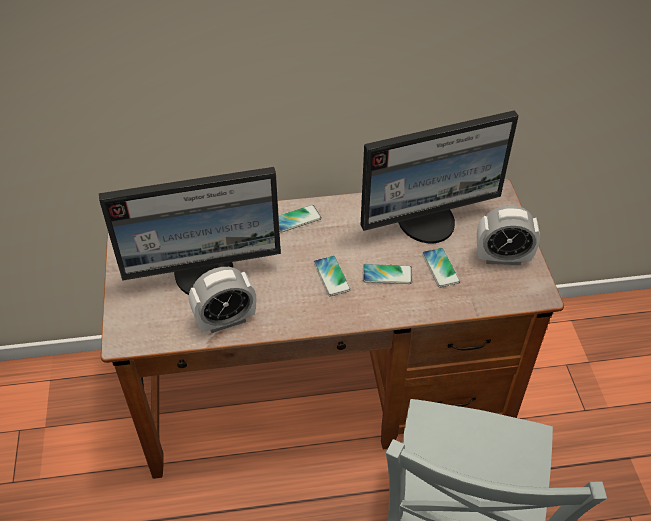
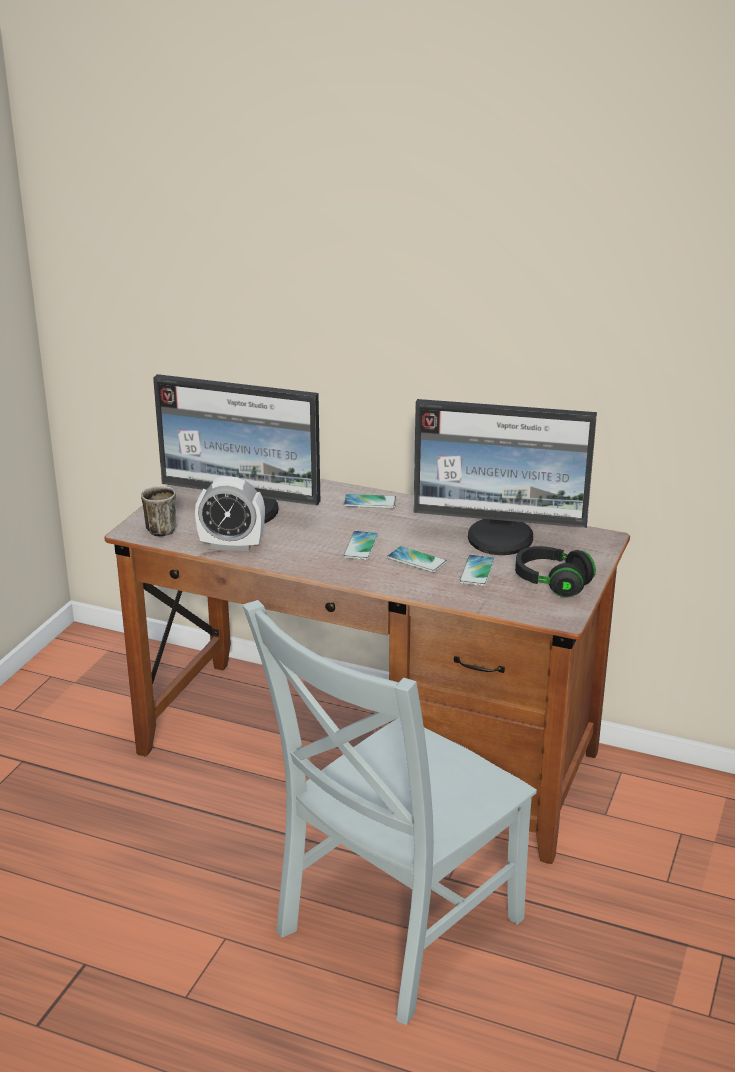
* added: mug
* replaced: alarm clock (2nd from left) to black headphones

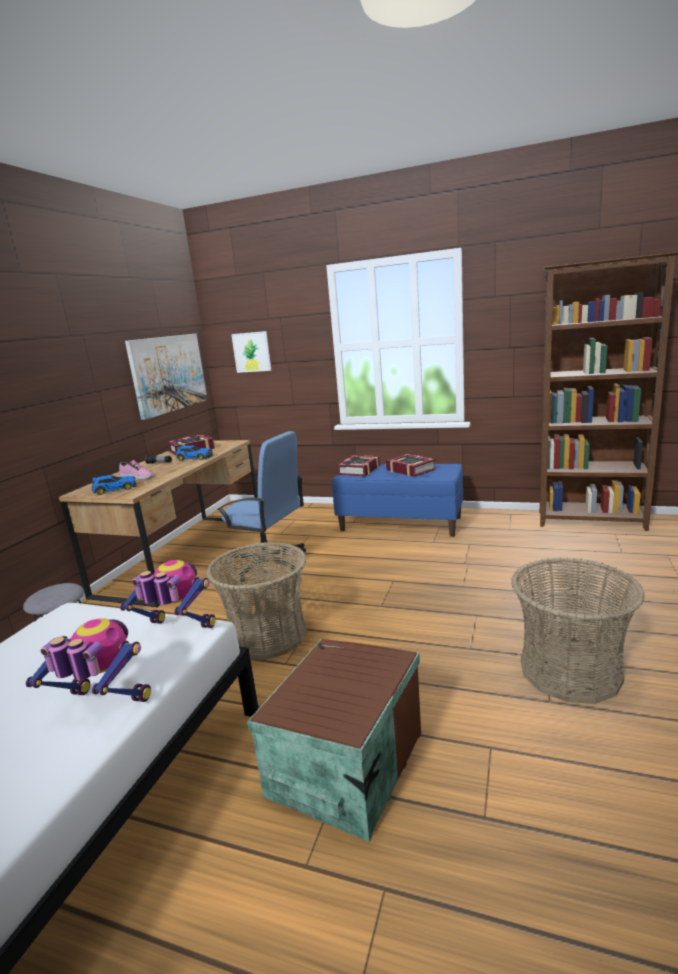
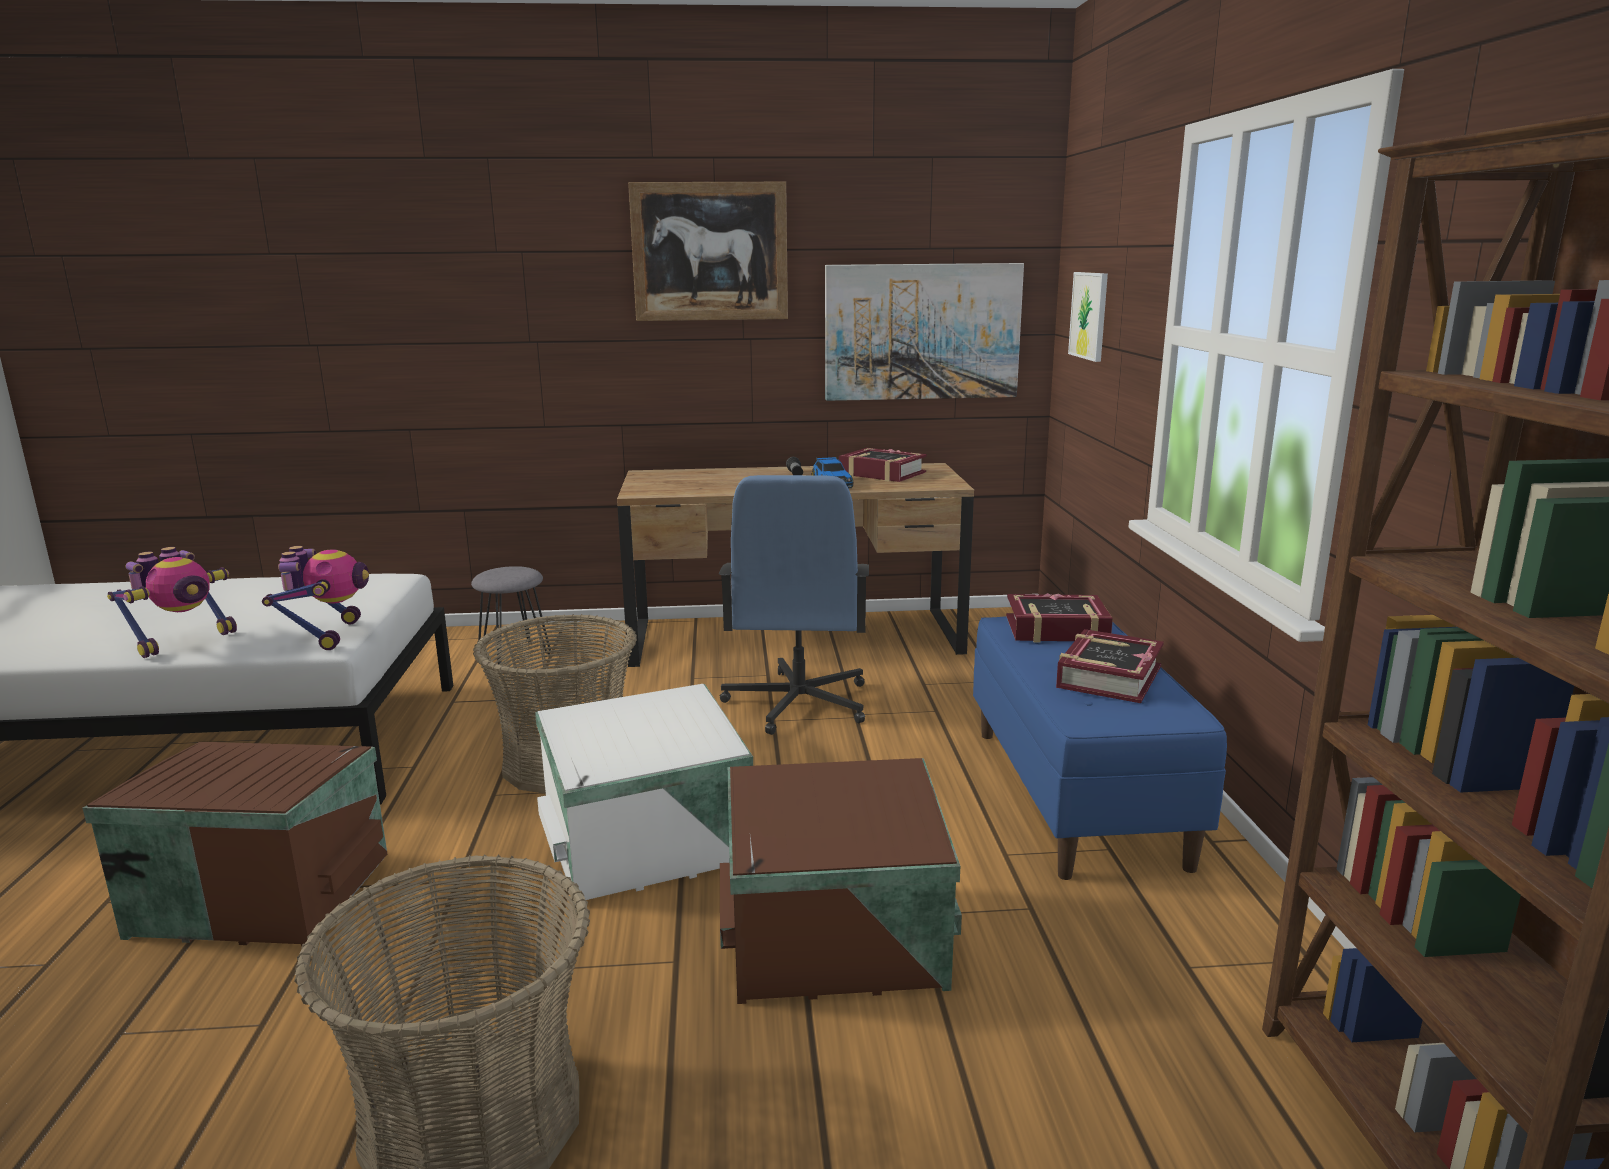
* turned: toy robot (1st from left) 45 degrees clockwise
* added: white storage box
* added: picture (1st from left)
* added: brown storage box (2nd from left)
* removed: toy car (1st from left)
* removed: shoe

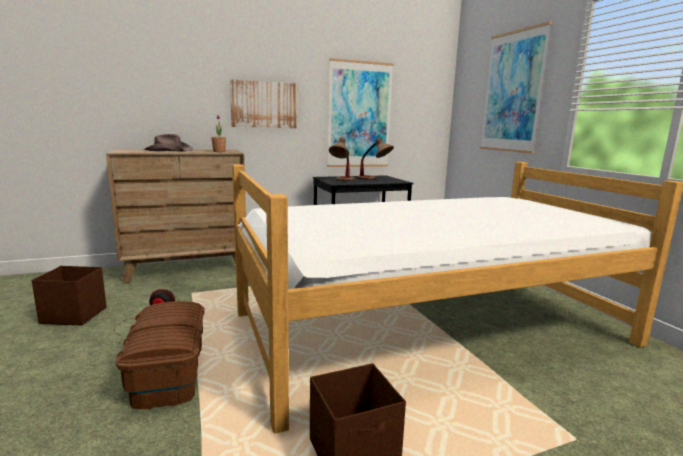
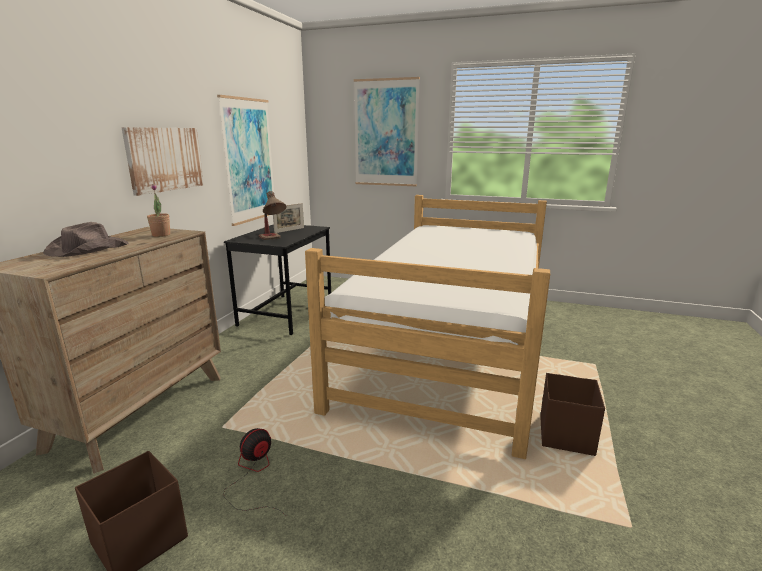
* replaced: table lamp (2nd from left) to picture frame
* removed: brown storage box (2nd from left)

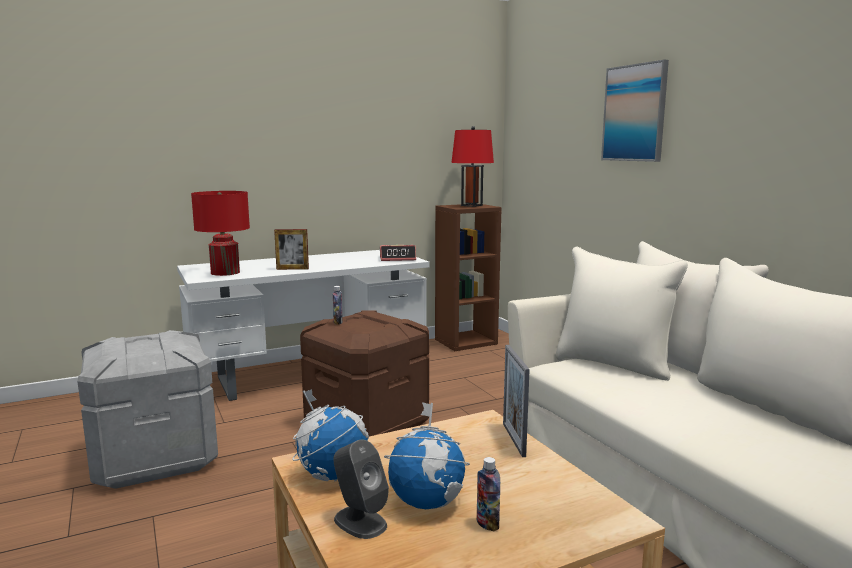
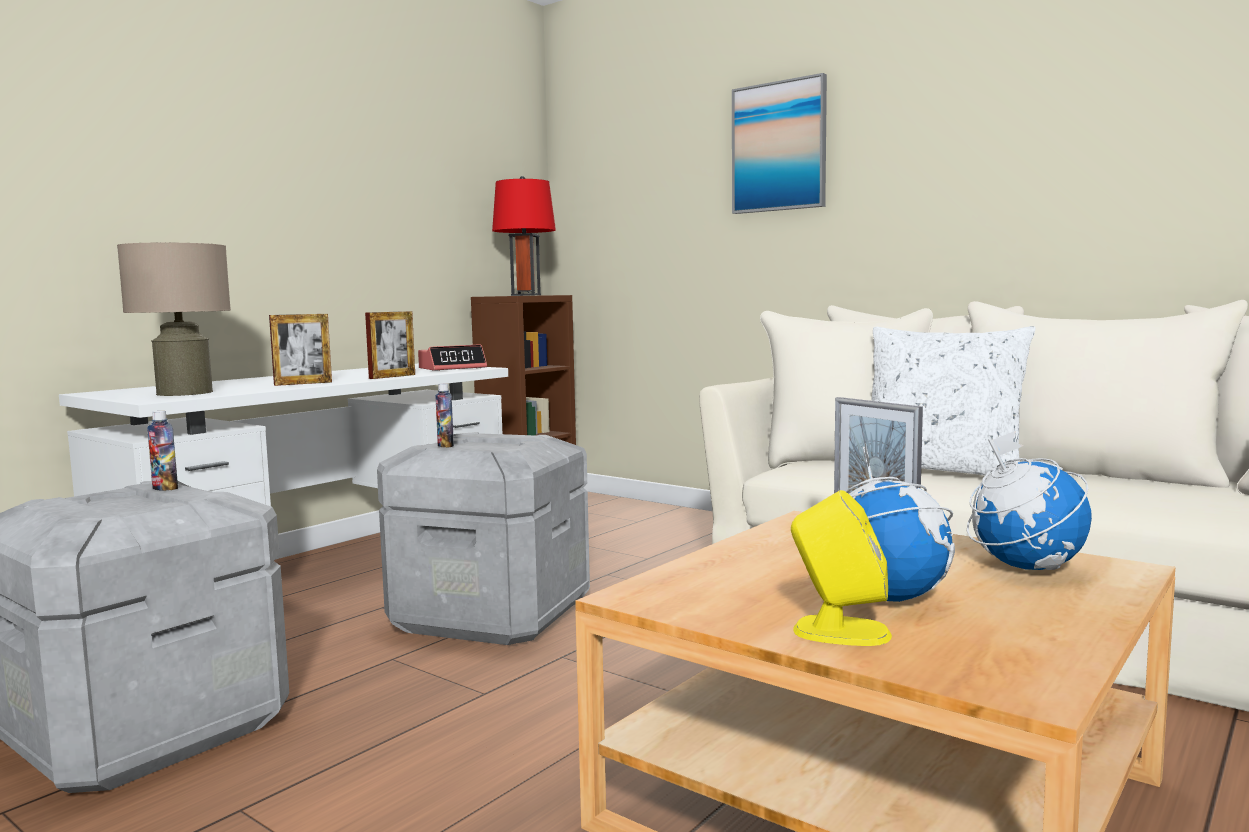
* recoloured: red table lamp (1st from left) to beige table lamp
* moved: bottle (2nd from left in the first image) to bottle (1st from left)
* added: picture frame (2nd from left)
* recoloured: brown storage box to grey storage box (2nd from left)
* recoloured: grey speaker to yellow speaker
* added: white pillow
* moved: globe (1st from left in the first image) to globe (2nd from left)

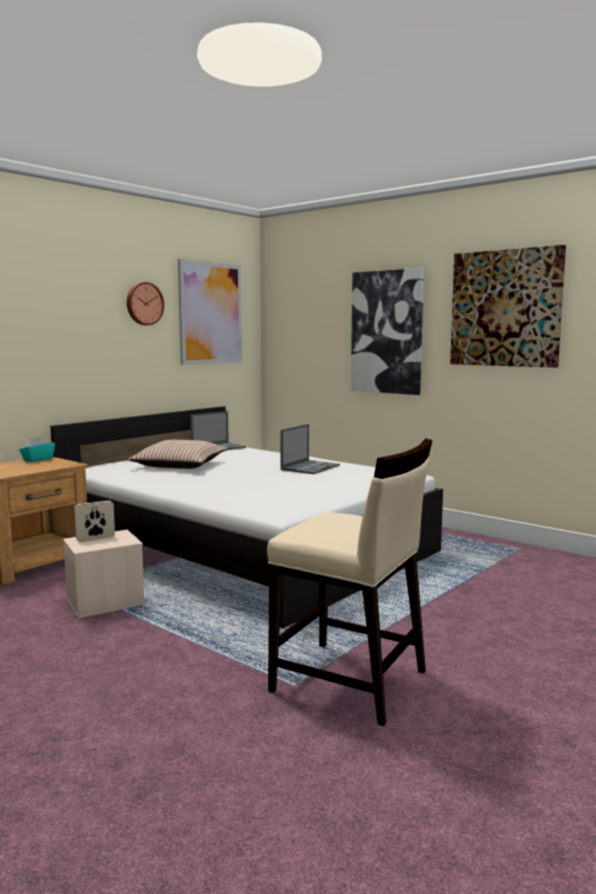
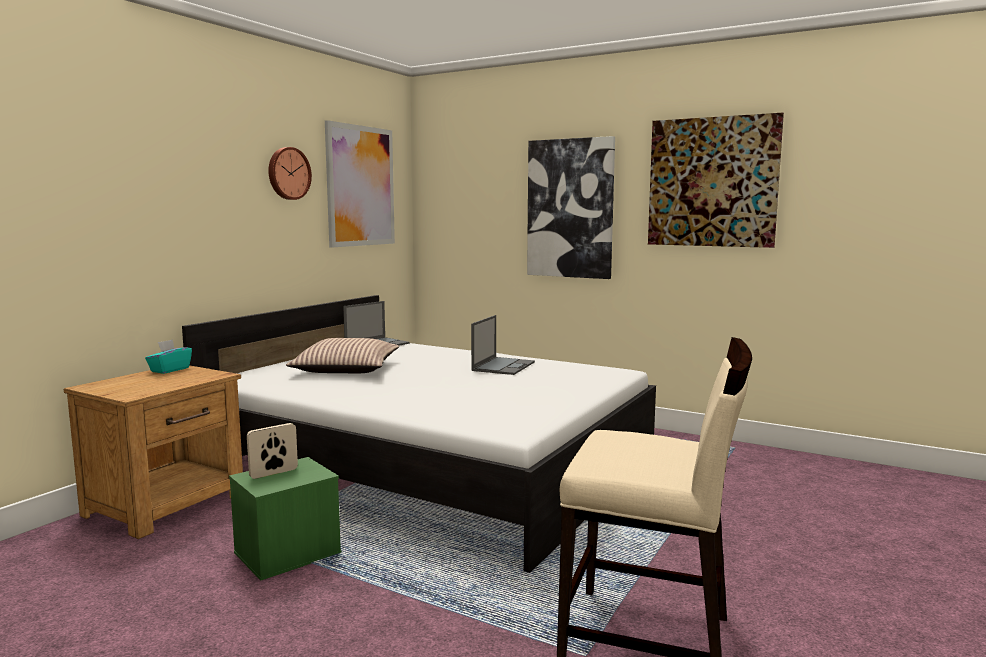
* recoloured: beige storage box to green storage box

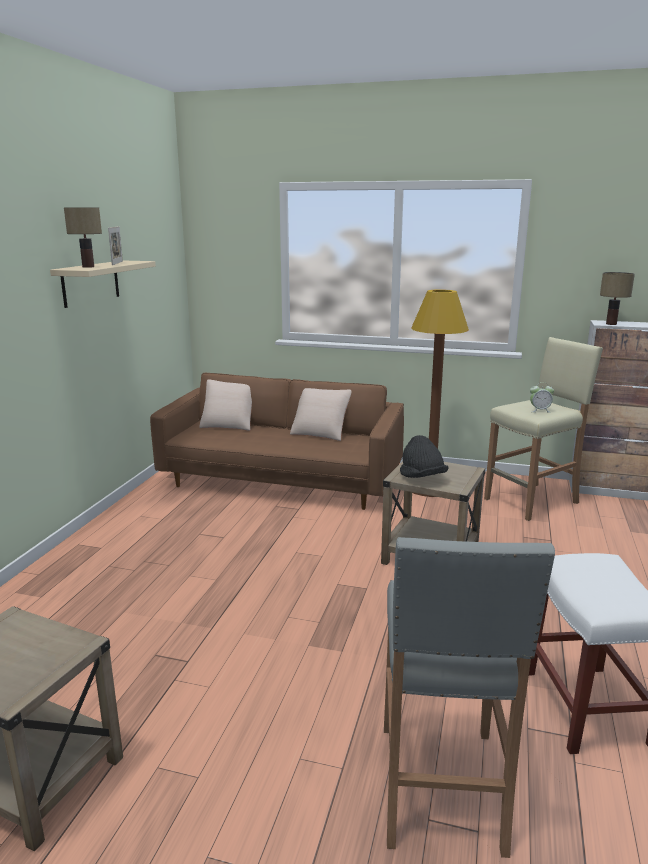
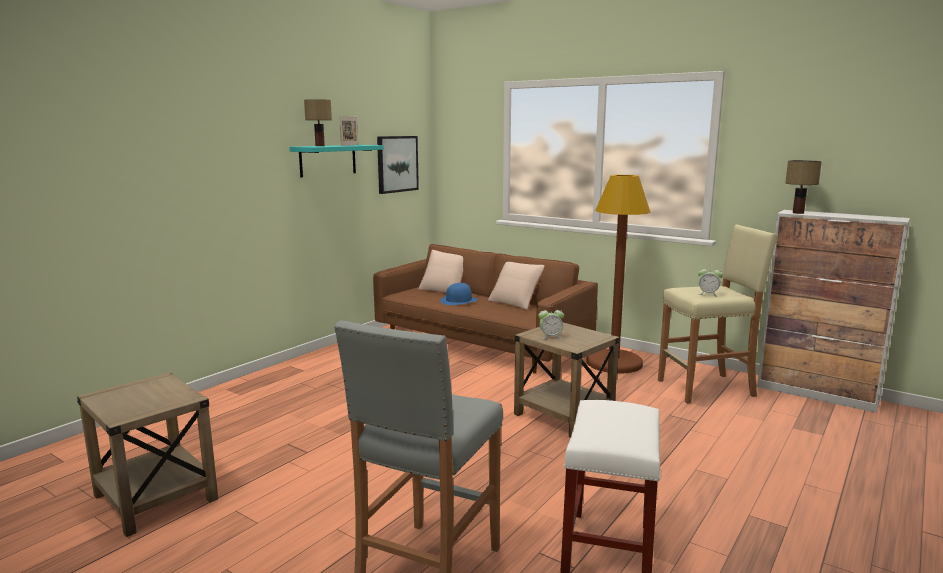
* recoloured: beige shelf to turquoise shelf
* added: picture
* added: blue hat
* replaced: black hat to alarm clock (1st from left)

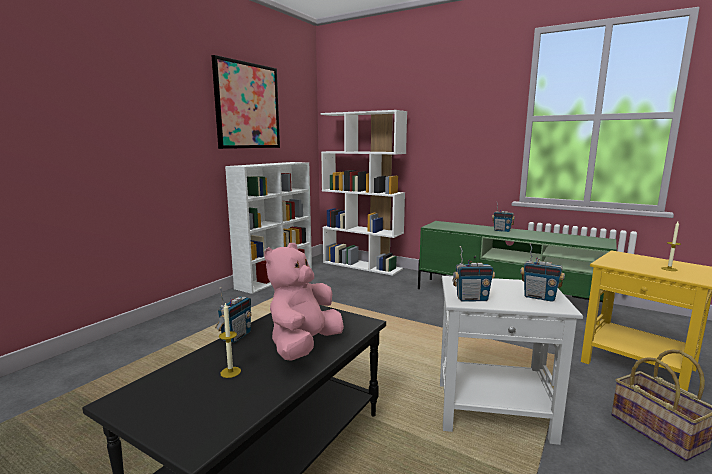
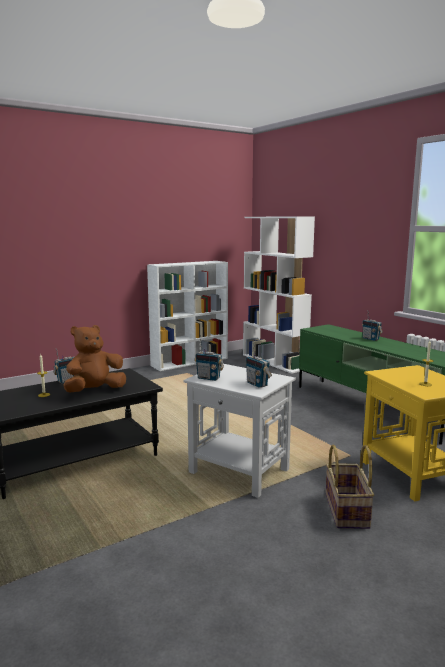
* recoloured: pink plush toy to brown plush toy
* removed: picture

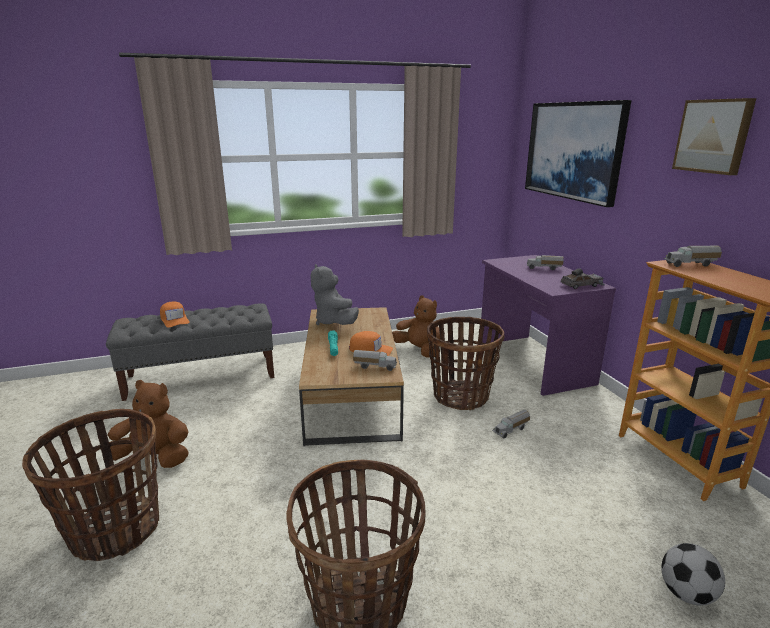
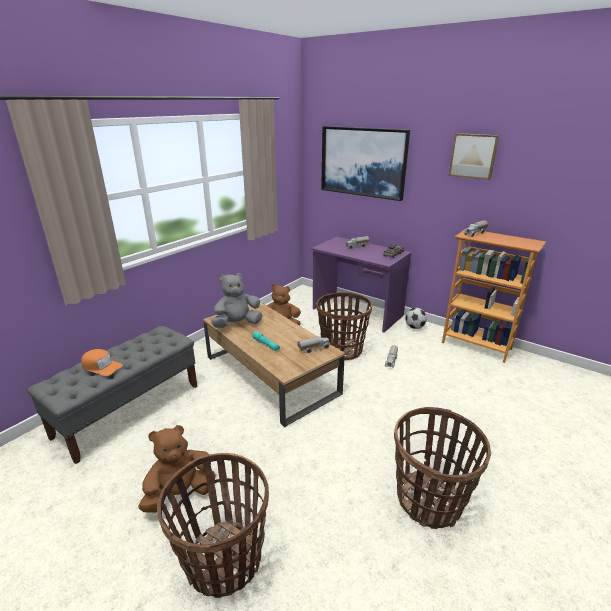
* turned: grey plush toy 120 degrees clockwise
* moved: football
* removed: orange cap (2nd from left)

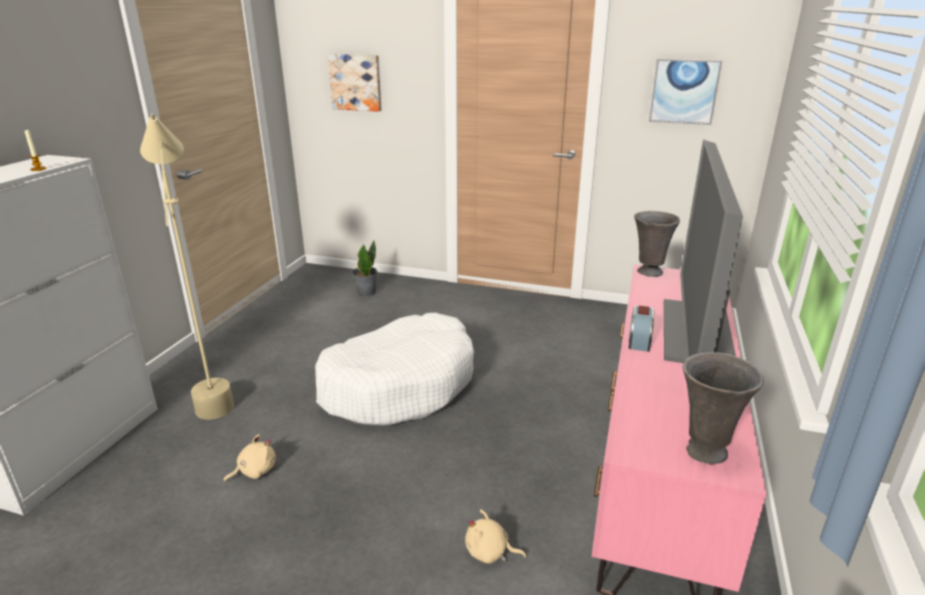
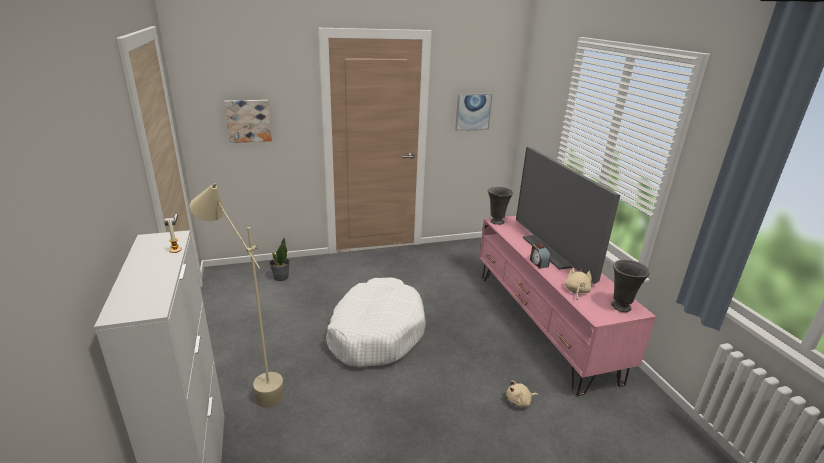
* moved: beige plush toy (1st from left in the first image) to beige plush toy (2nd from left)

